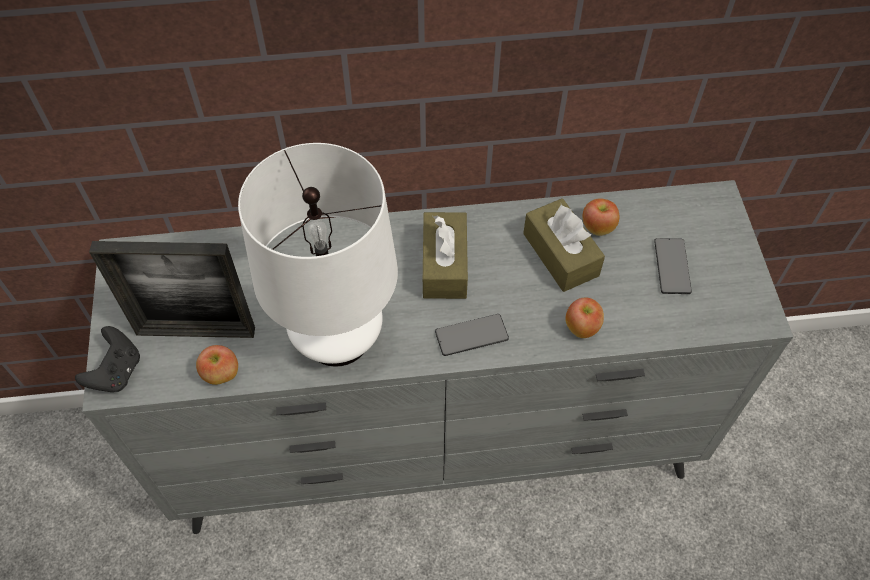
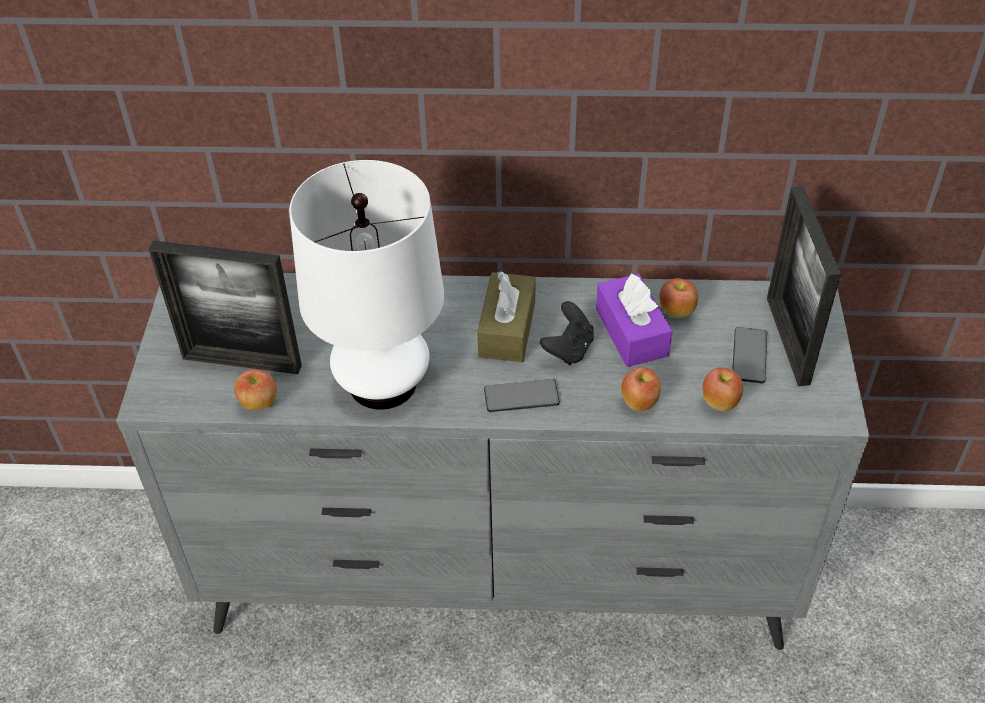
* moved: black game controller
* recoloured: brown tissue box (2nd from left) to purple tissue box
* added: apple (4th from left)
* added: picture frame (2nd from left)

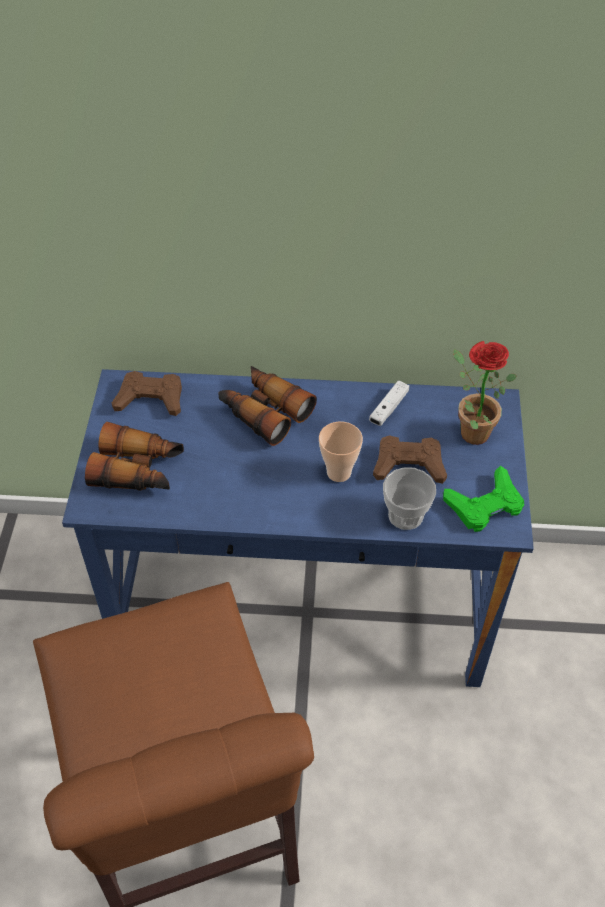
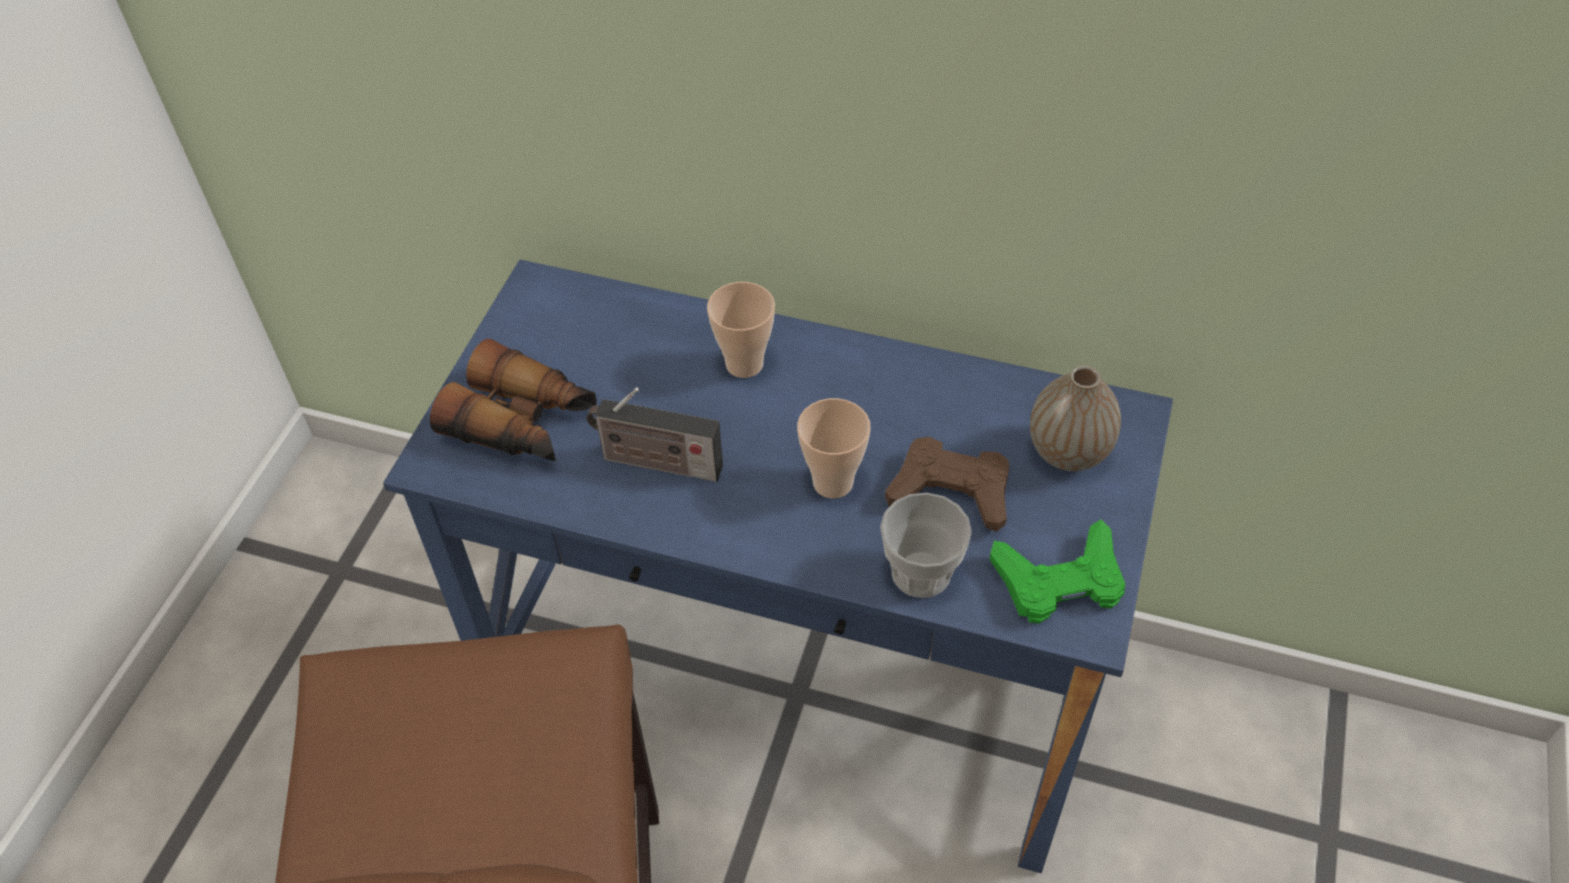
* added: radio
* replaced: binoculars (2nd from left) to cup (1st from left)
* replaced: potted plant to vase
* removed: brown game controller (1st from left)
* removed: white game controller

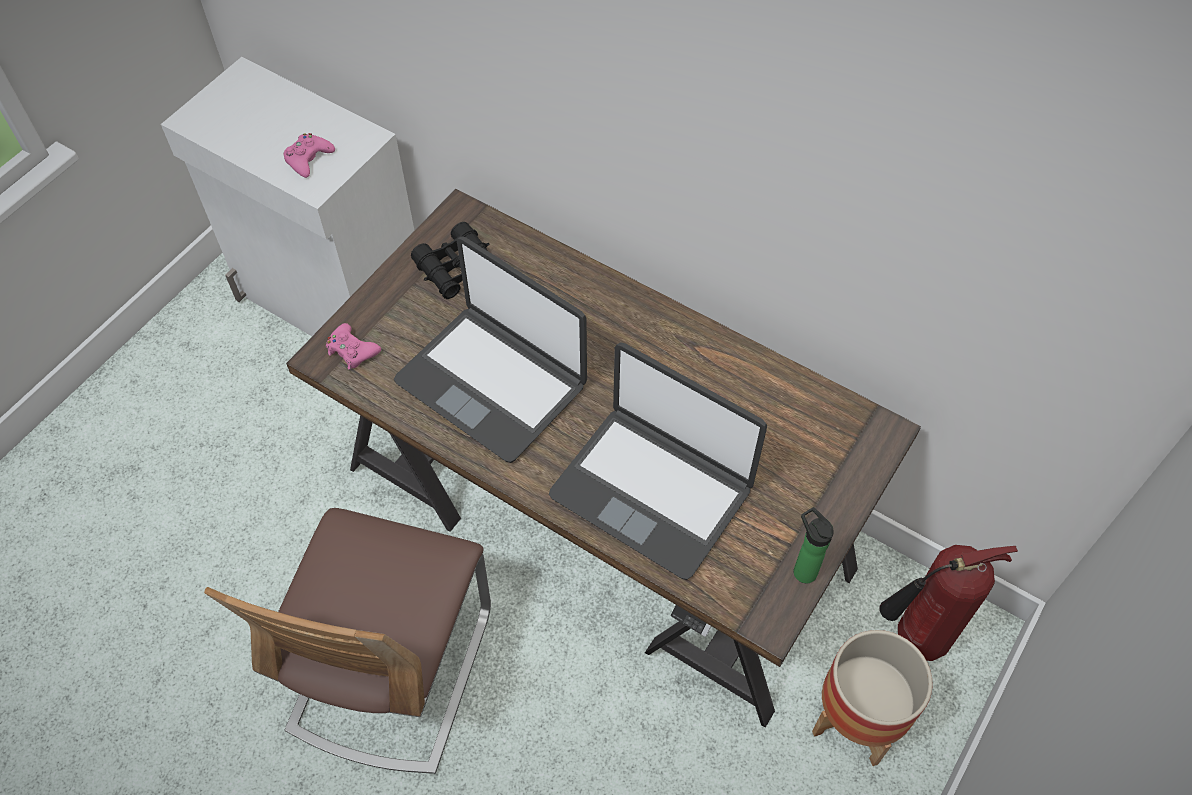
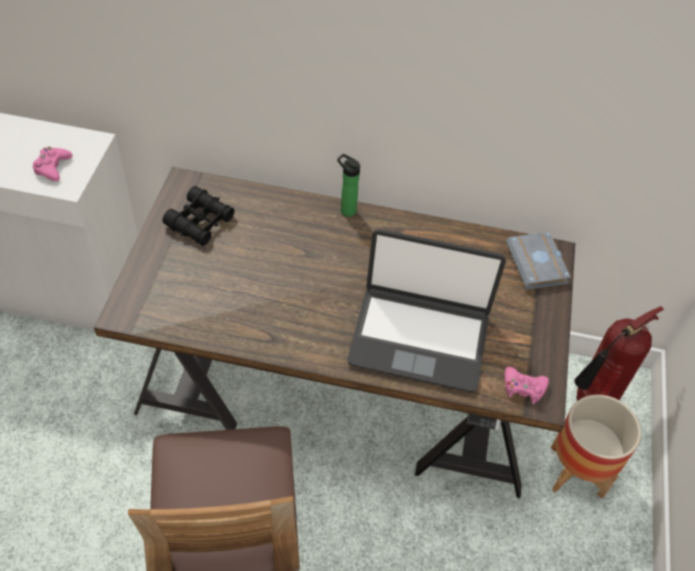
* moved: bottle
* moved: pink game controller (2nd from left)
* added: grey book
* removed: laptop (1st from left)

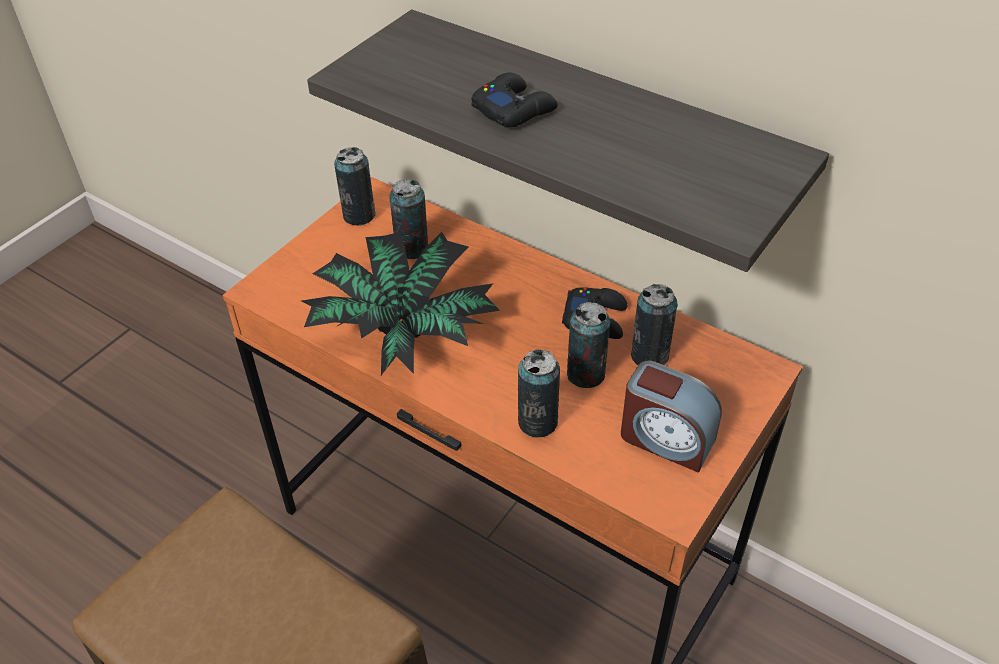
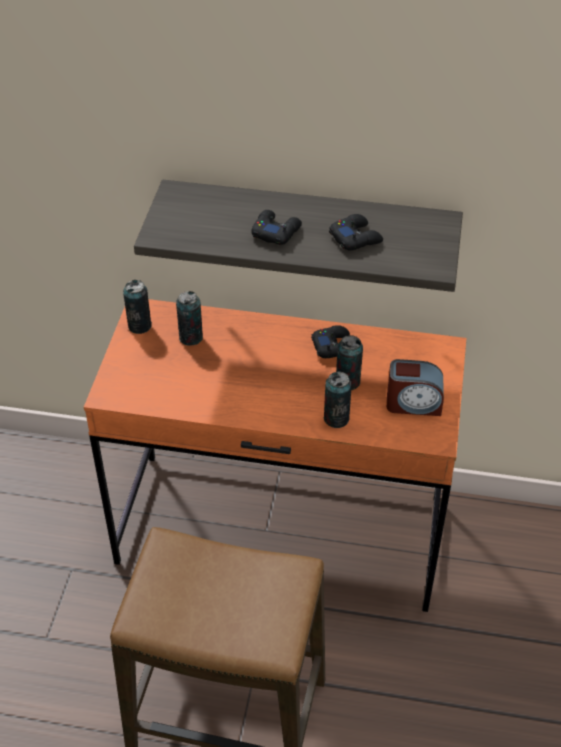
* added: black game controller (3rd from left)
* removed: potted plant
* removed: can (5th from left)

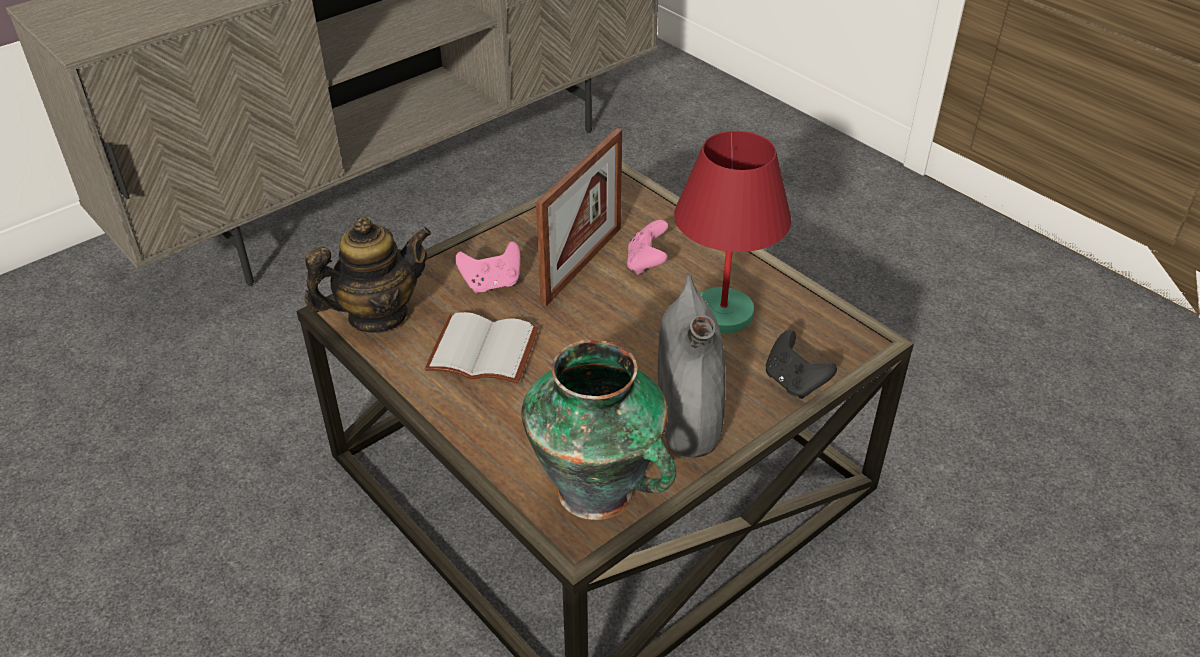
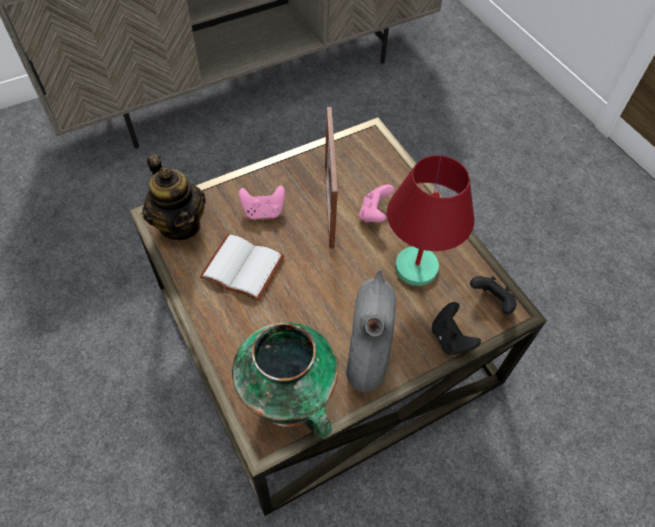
* turned: teapot 75 degrees clockwise
* turned: picture frame 135 degrees clockwise
* added: black game controller (2nd from left)

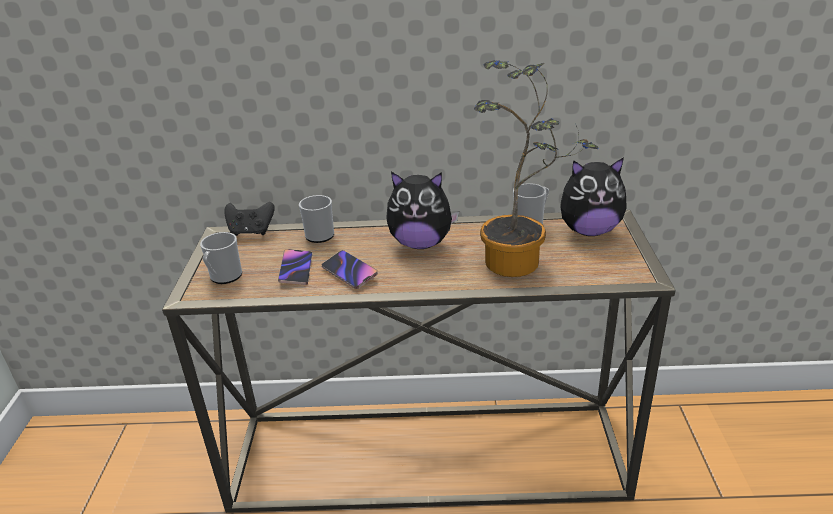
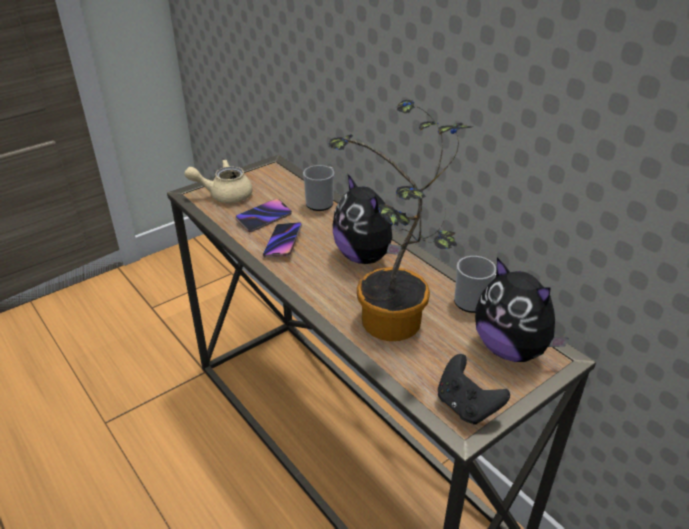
* replaced: mug (1st from left) to beige teapot
* moved: black game controller

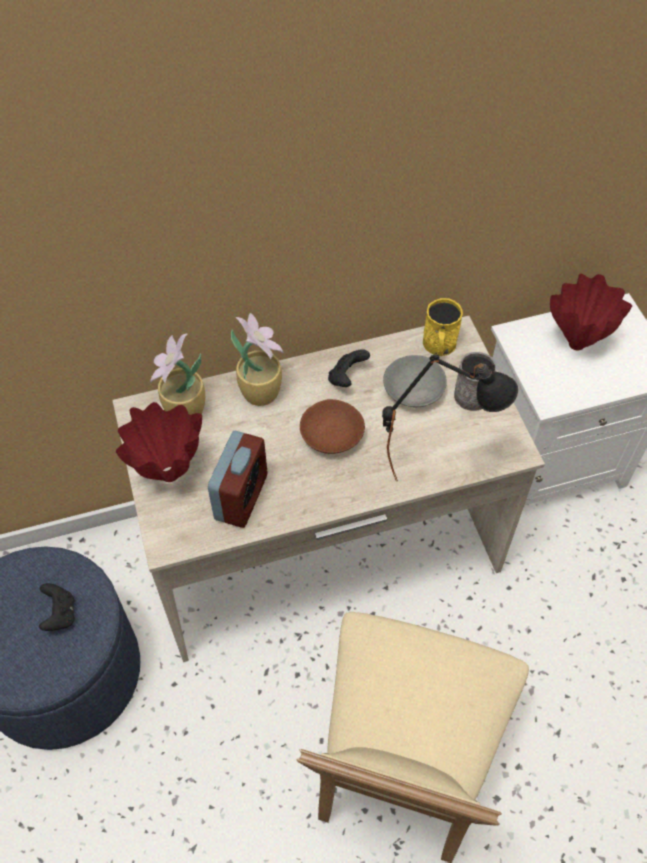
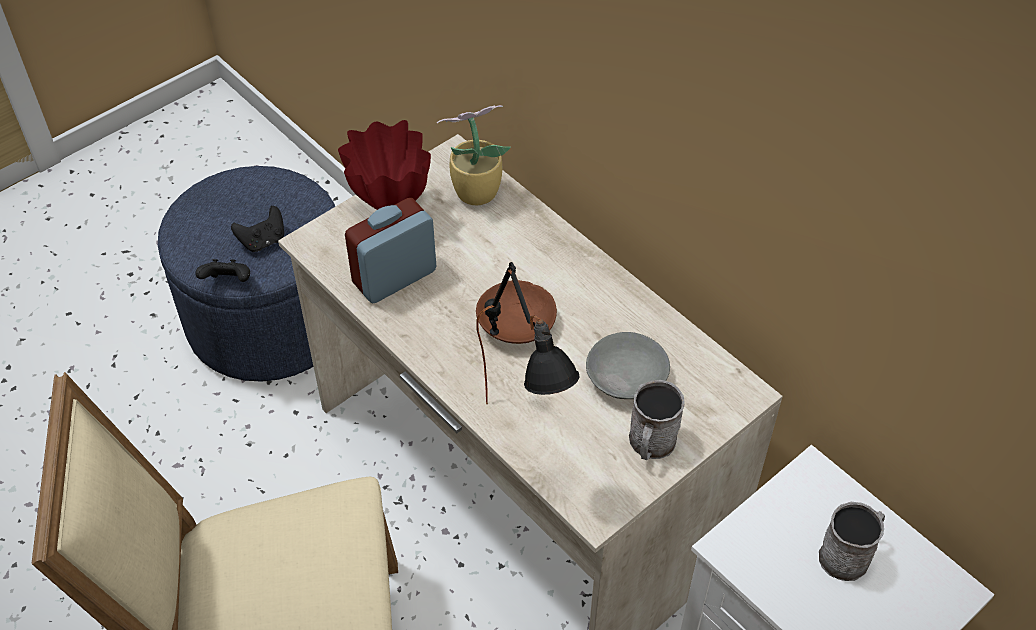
* moved: black game controller (2nd from left in the first image) to black game controller (1st from left)
* turned: alarm clock 150 degrees clockwise
* replaced: red vase (2nd from left) to grey mug (2nd from left)
* removed: potted plant (2nd from left)
* removed: yellow mug

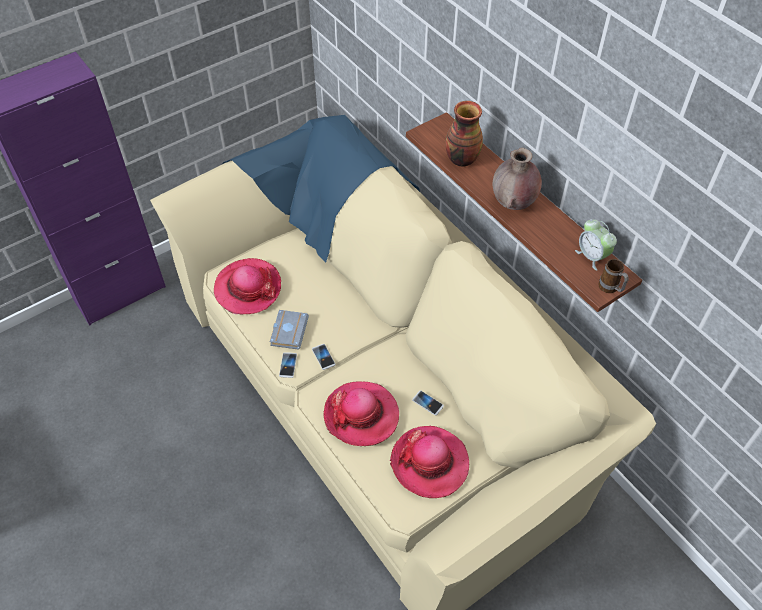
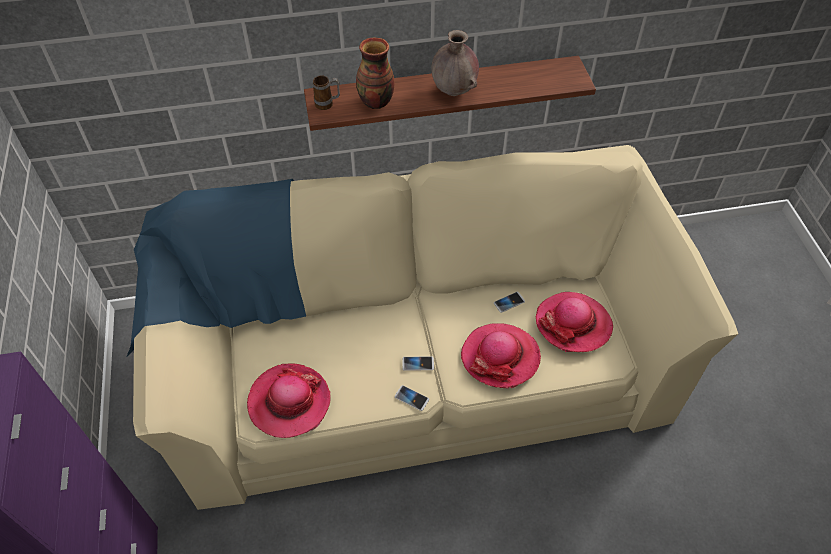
* moved: mug
* removed: grey book
* removed: alarm clock

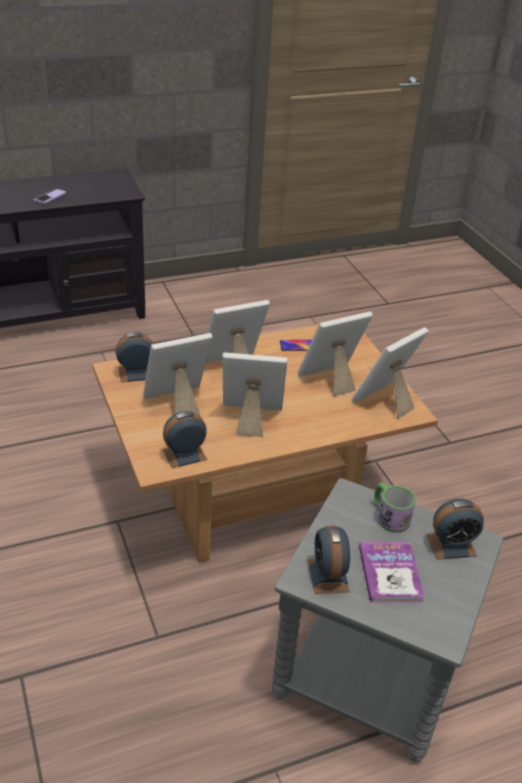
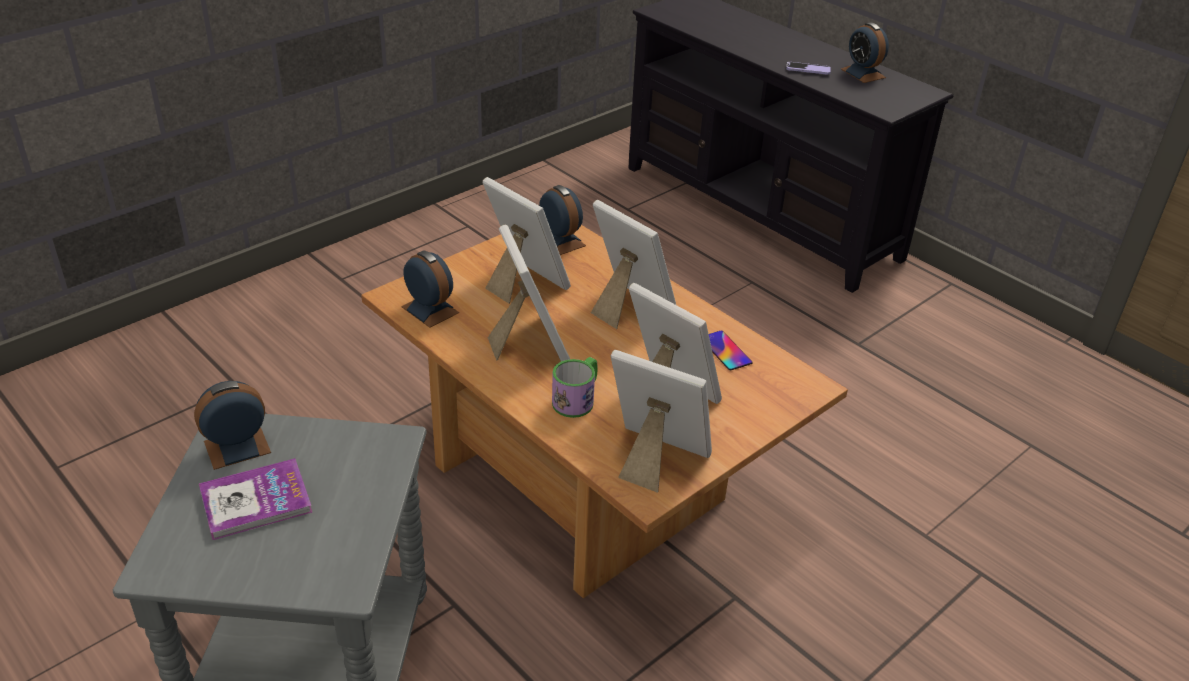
* moved: mug
* moved: alarm clock (4th from left)

